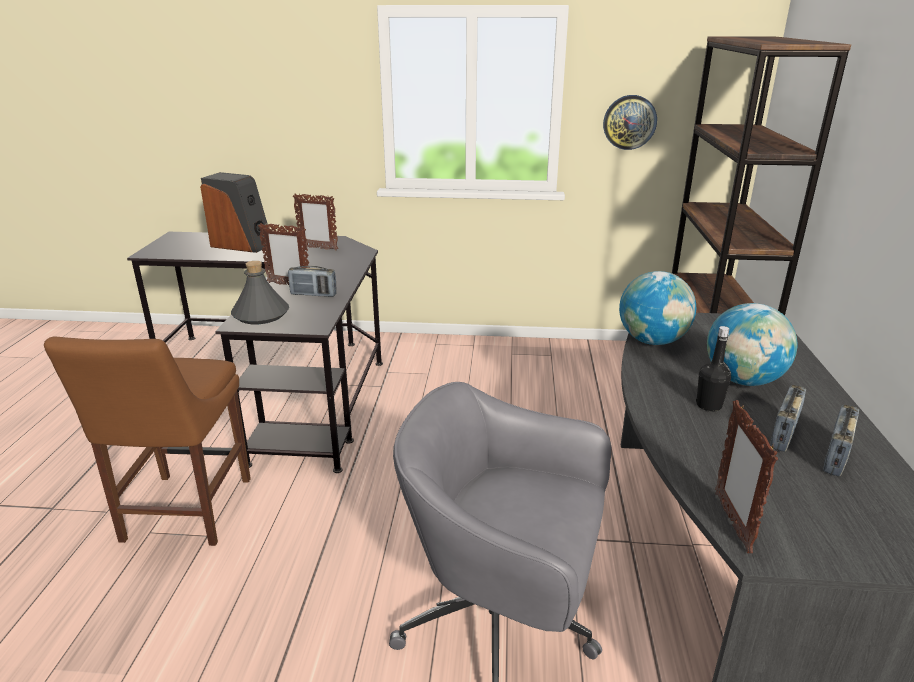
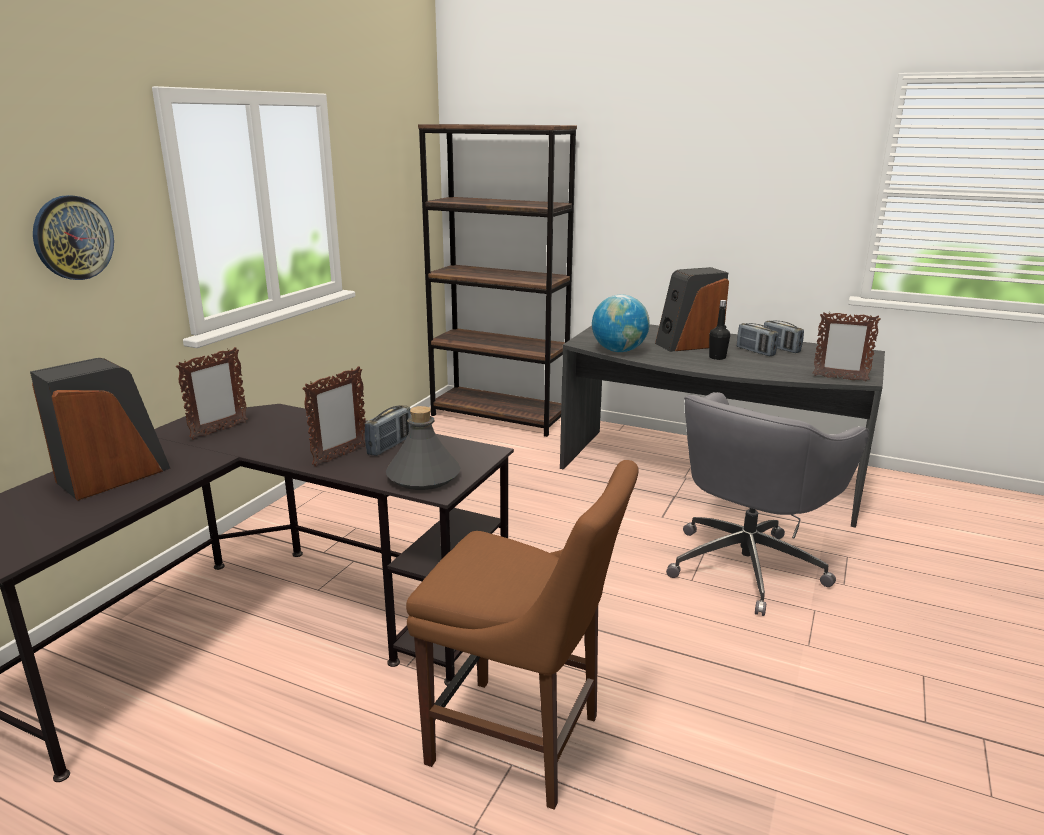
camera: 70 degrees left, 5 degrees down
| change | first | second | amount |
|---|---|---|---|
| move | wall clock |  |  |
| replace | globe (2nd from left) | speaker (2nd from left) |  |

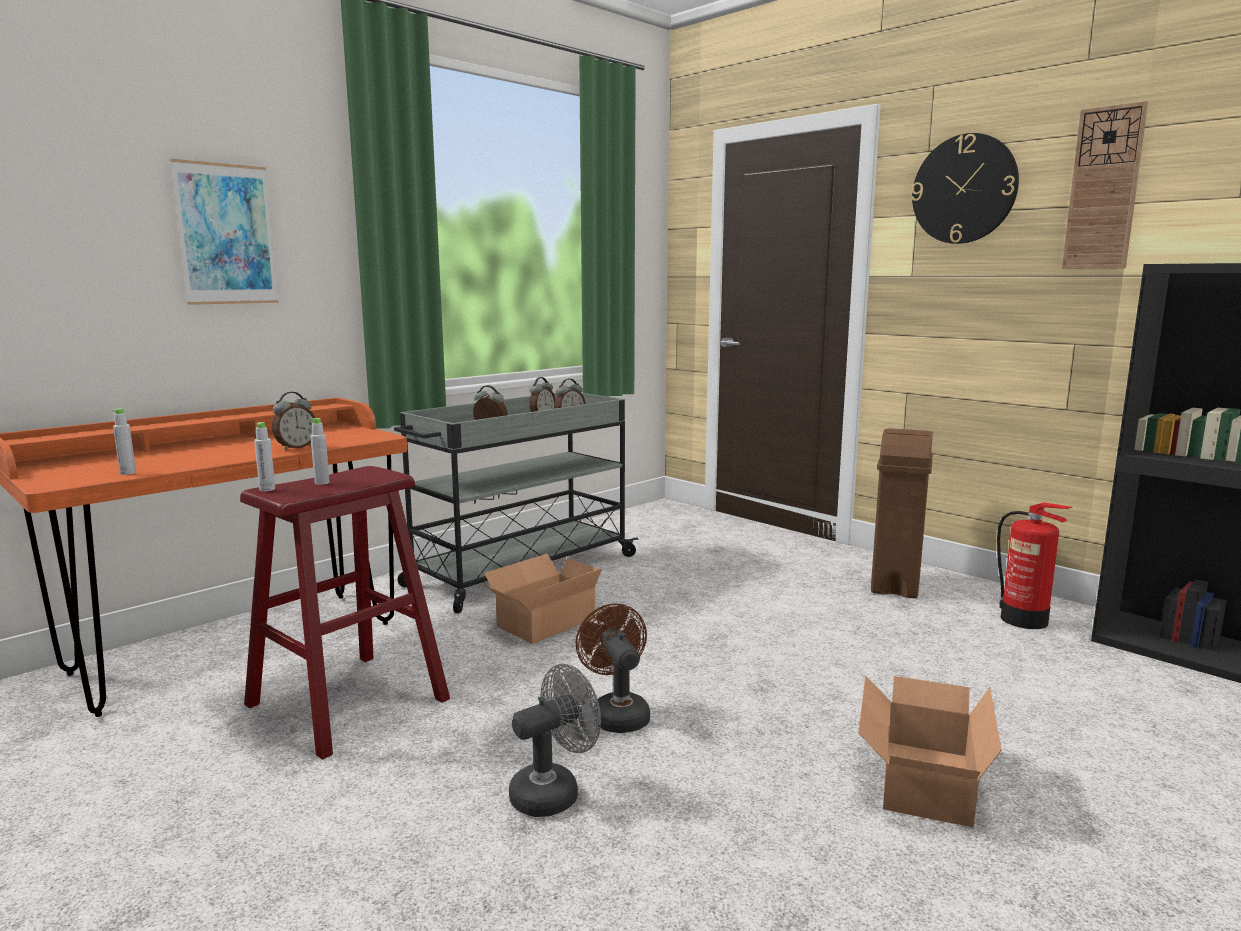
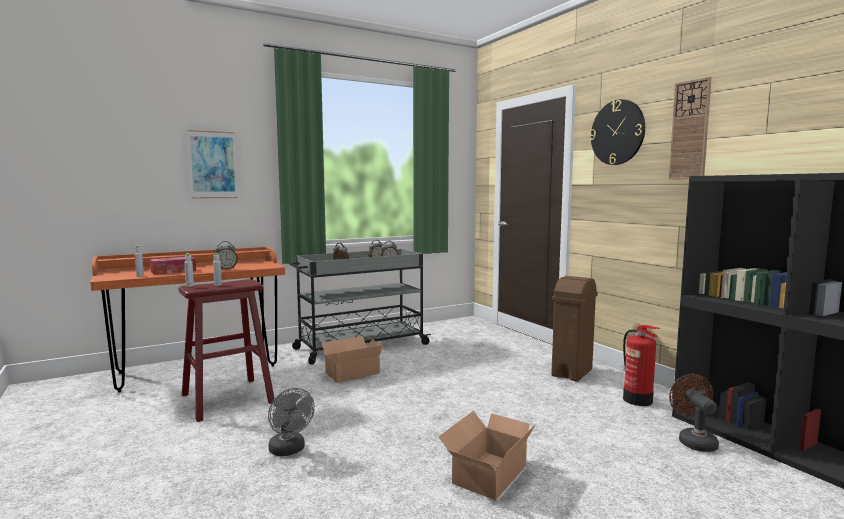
camera: 15 degrees right, 5 degrees down
| change | first | second | amount |
|---|---|---|---|
| move | brown electric fan |  |  |
| rotate | gray electric fan |  | 75 degrees clockwise |
| insert |  | tissue holder |  |

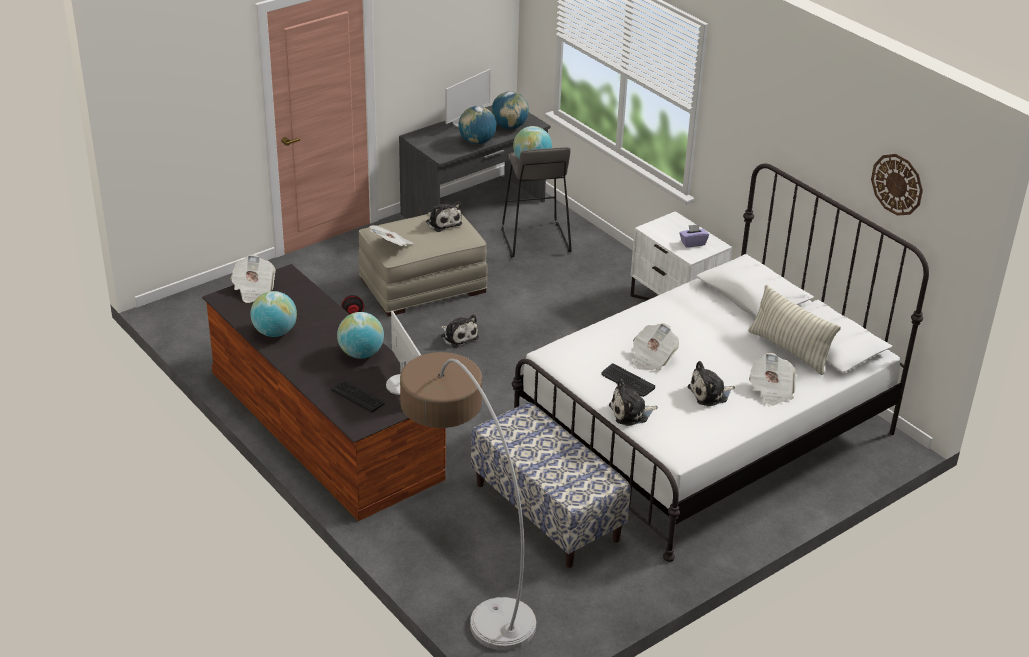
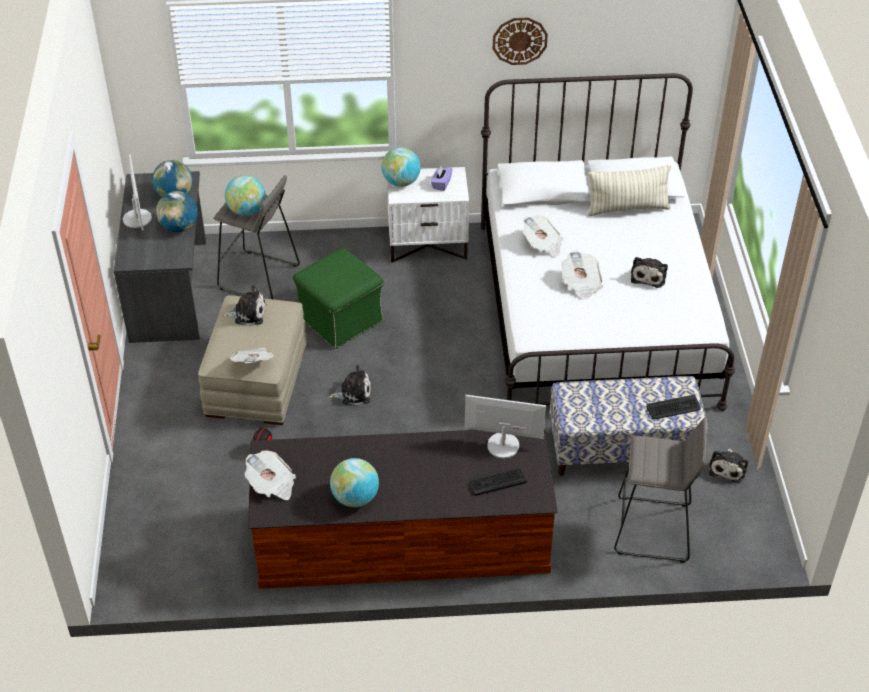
camera: 55 degrees left, 10 degrees up
| change | first | second | amount |
|---|---|---|---|
| move | wall clock |  |  |
| move | globe (2nd from left in the first image) | globe (5th from left) |  |
| replace | standing lamp | gray stool (2nd from left) |  |
| move | newspaper (4th from left in the first image) | newspaper (3rd from left) |  |
| move | keyboard (2nd from left) |  |  |
| move | cuddly toy (3rd from left in the first image) | cuddly toy (4th from left) |  |
| insert |  | green pouffe |  |

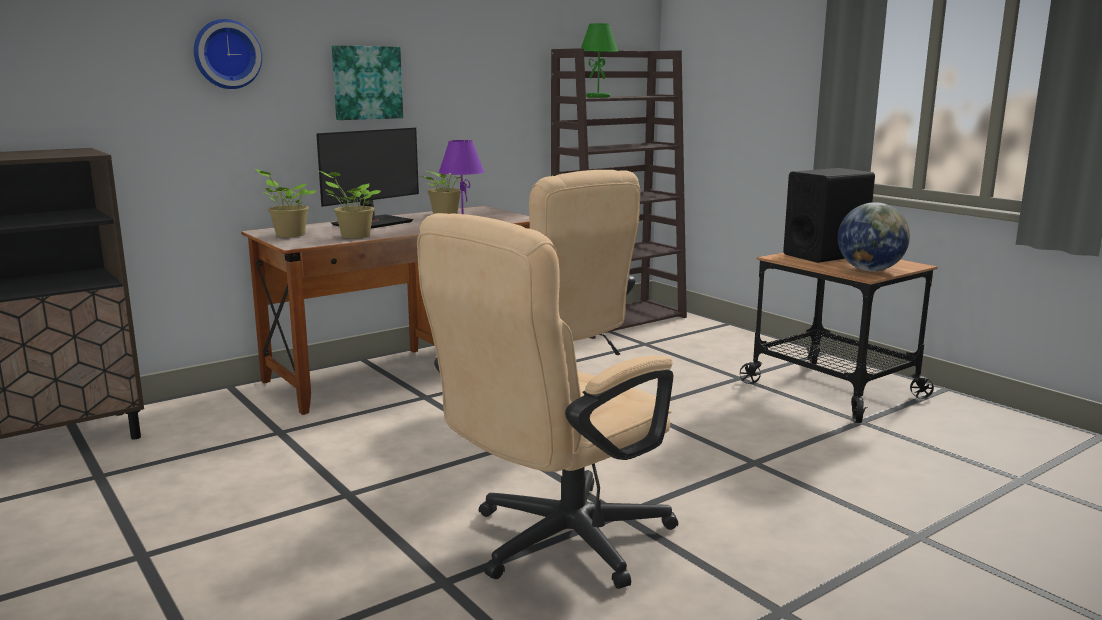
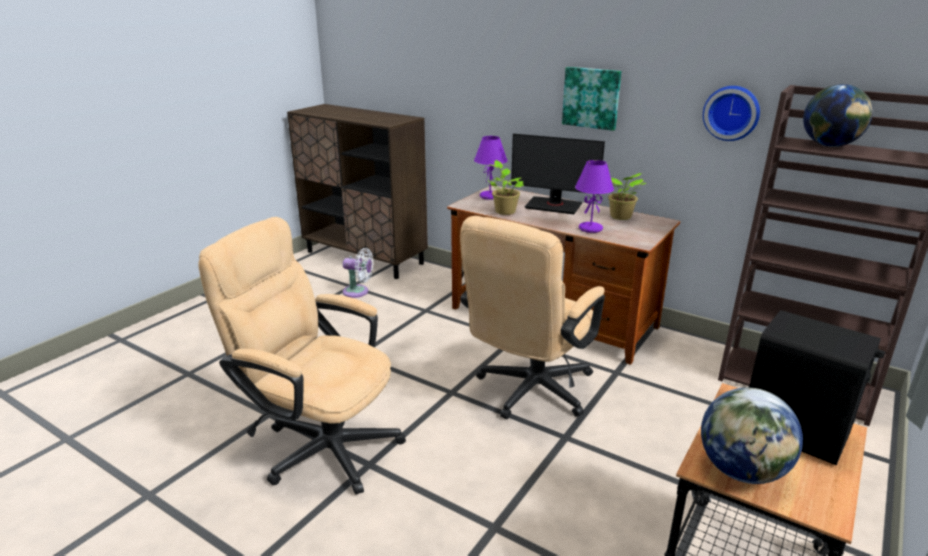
camera: 70 degrees right, 10 degrees up
| change | first | second | amount |
|---|---|---|---|
| move | wall clock |  |  |
| replace | green tabletop lamp | globe (2nd from left) |  |
| replace | potted plant (1st from left) | purple-coloured tabletop lamp (1st from left) |  |
| insert |  | white electric fan |  |

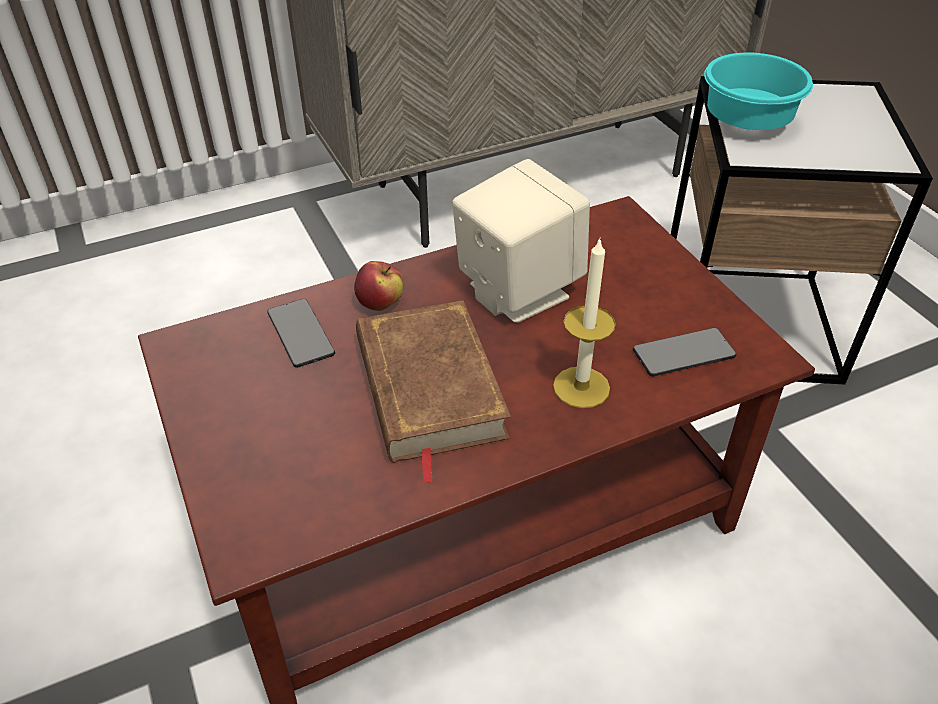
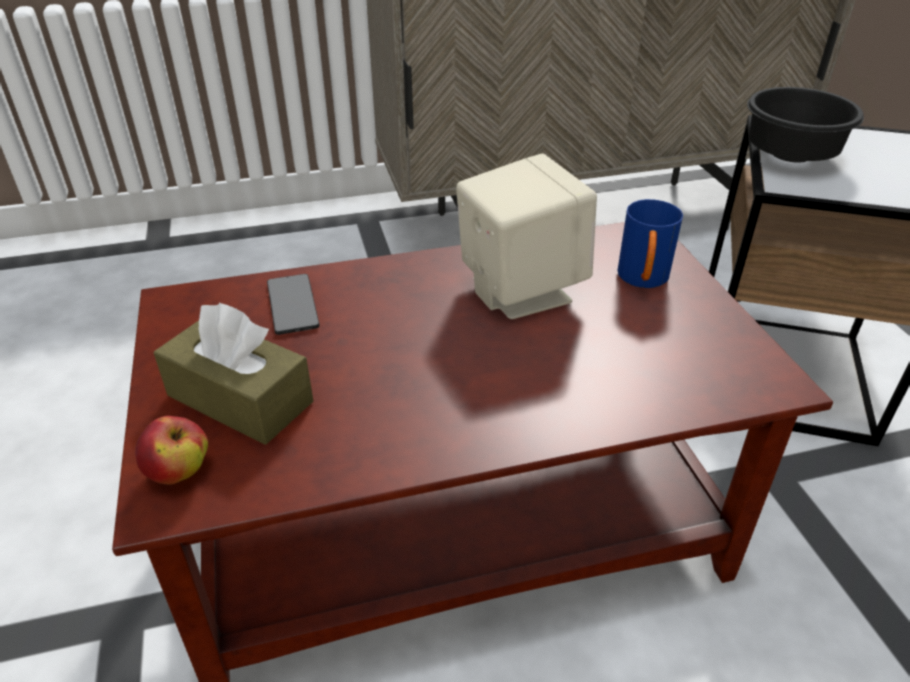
camera: 10 degrees right, 5 degrees down
| change | first | second | amount |
|---|---|---|---|
| recolor | turquoise bowl | black-coloured bowl |  |
| delete | candle |  |  |
| move | whole apple |  |  |
| delete | brown book |  |  |
| delete | phone (2nd from left) |  |  |
| insert |  | bluish mug |  |
| insert |  | brown tissue holder |  |

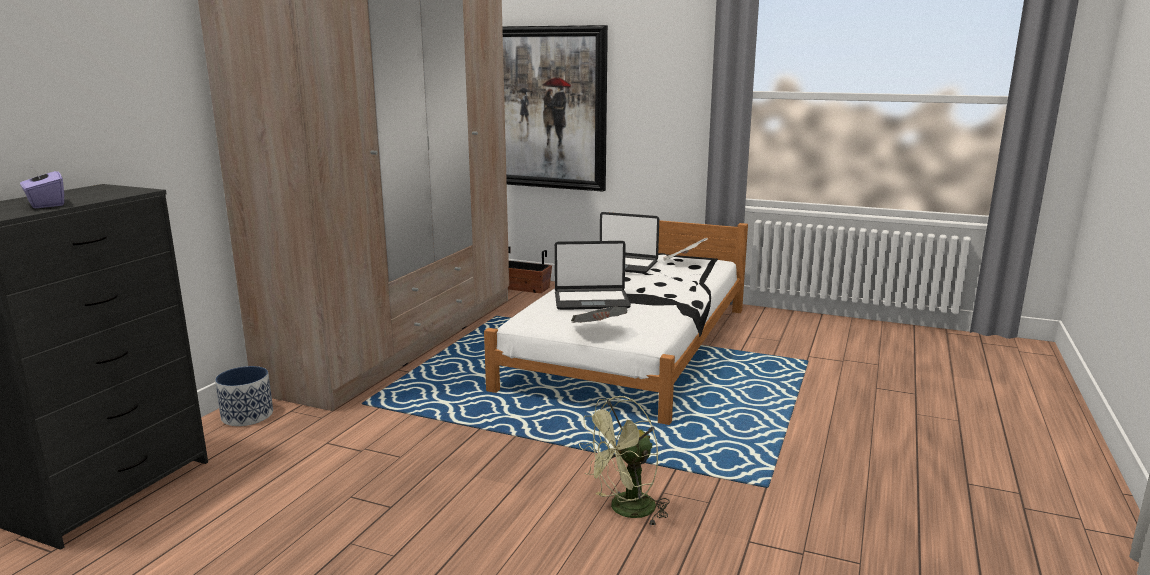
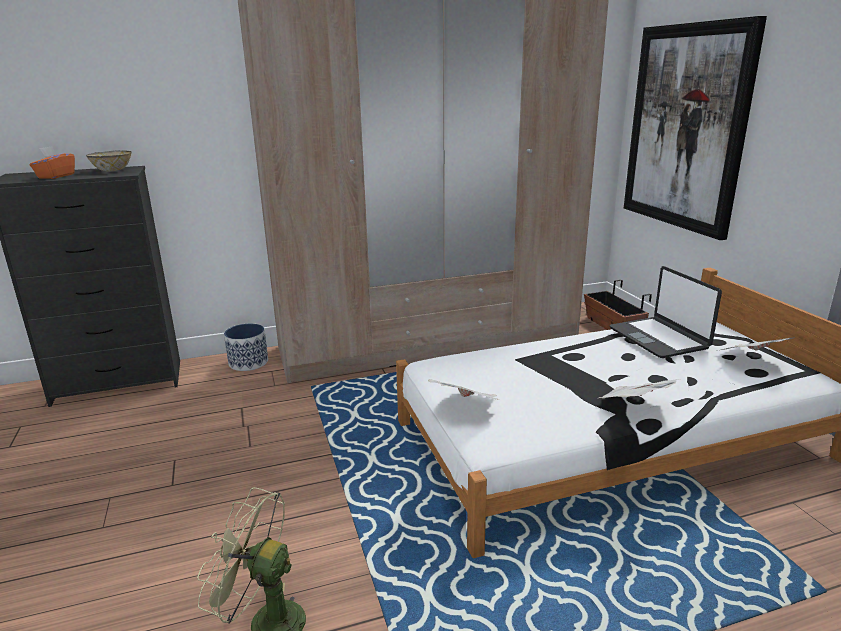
camera: 50 degrees right, 5 degrees up
| change | first | second | amount |
|---|---|---|---|
| recolor | purple-coloured tissue holder | orange-coloured tissue holder |  |
| delete | laptop (1st from left) |  |  |
| insert |  | bowl |  |
| insert |  | newspaper (2nd from left) |  |

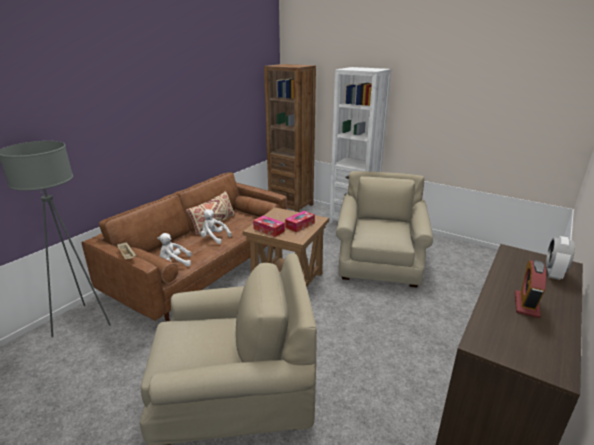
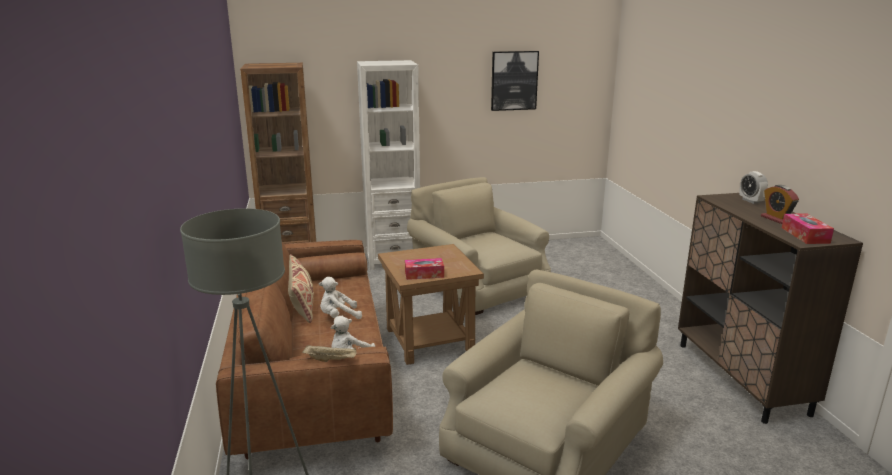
camera: 45 degrees left, 5 degrees down
| change | first | second | amount |
|---|---|---|---|
| move | tissue holder (2nd from left) |  |  |
| insert |  | picture |  |

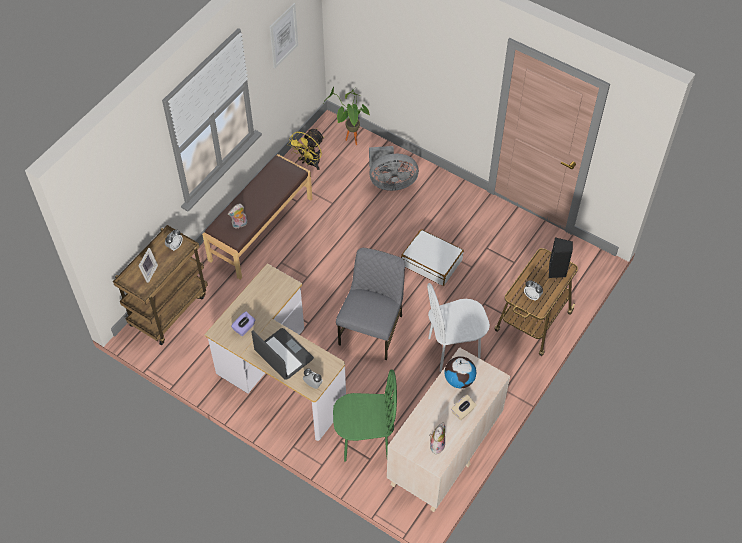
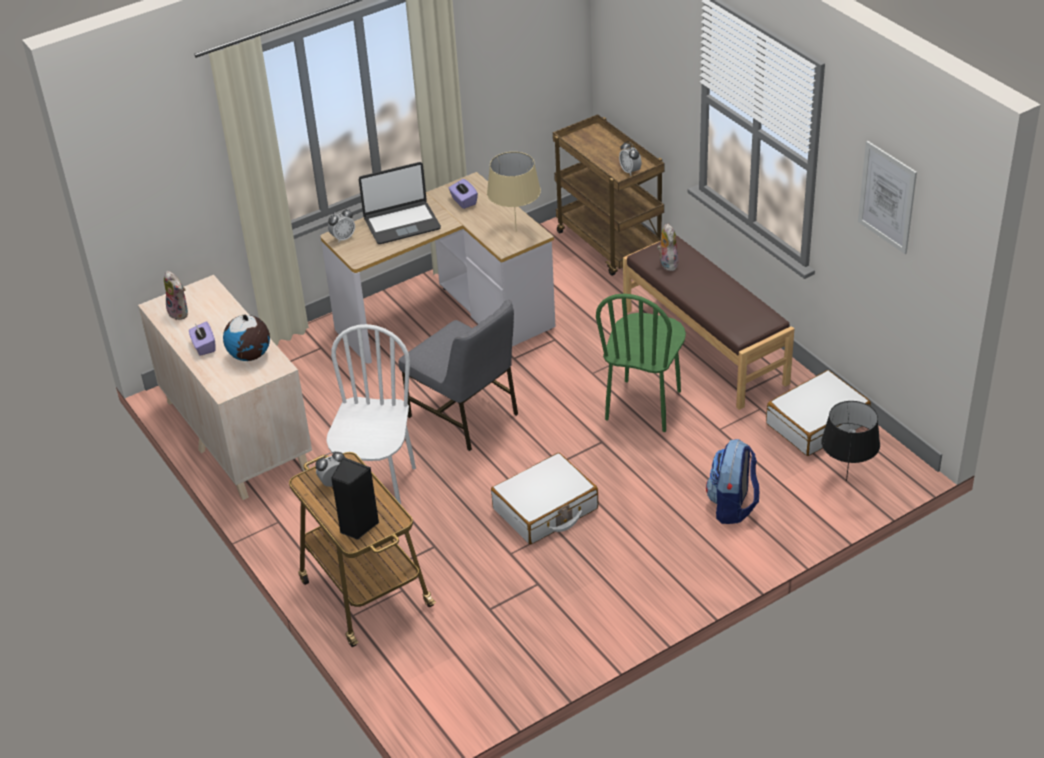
camera: 115 degrees right, 15 degrees down
| change | first | second | amount |
|---|---|---|---|
| replace | potted plant | black-coloured tabletop lamp |  |
| replace | yellow-coloured electric fan | white suitcase (2nd from left) |  |
| replace | gray electric fan | knapsack |  |
| delete | picture frame |  |  |
| move | green chair |  |  |
| recolor | sand-coloured tissue holder | purple-coloured tissue holder (1st from left) |  |
| insert |  | sand-coloured tabletop lamp |  |

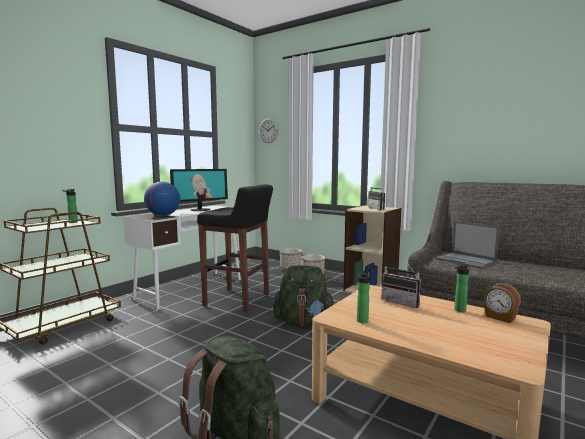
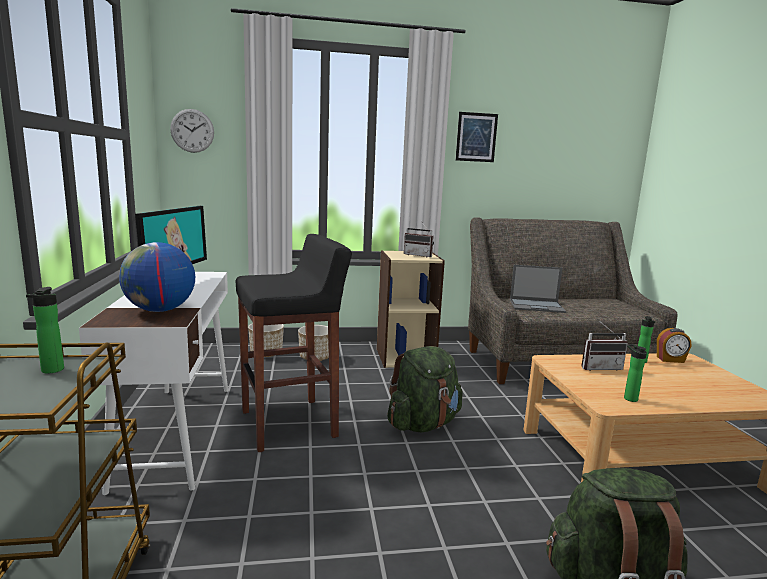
camera: 45 degrees left, 5 degrees up
| change | first | second | amount |
|---|---|---|---|
| insert |  | picture |  |

